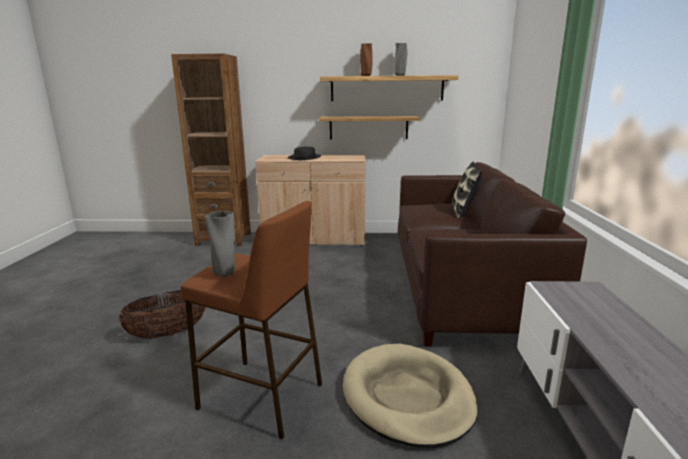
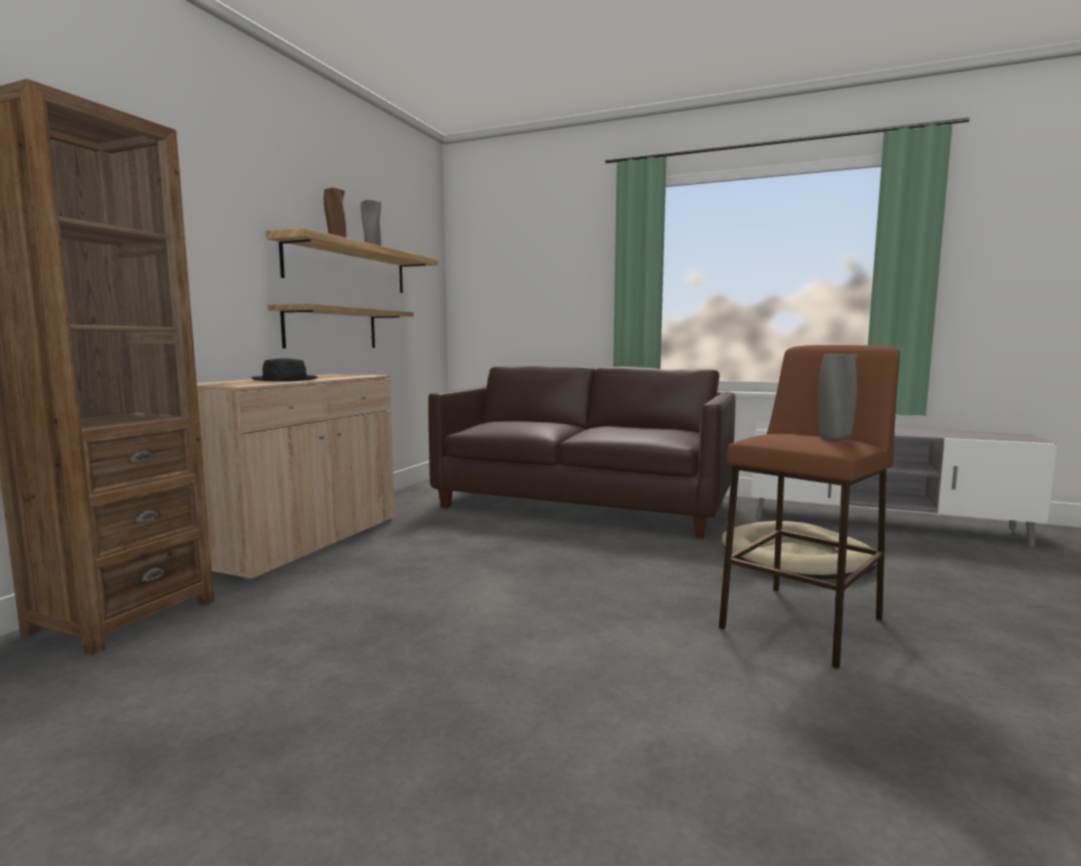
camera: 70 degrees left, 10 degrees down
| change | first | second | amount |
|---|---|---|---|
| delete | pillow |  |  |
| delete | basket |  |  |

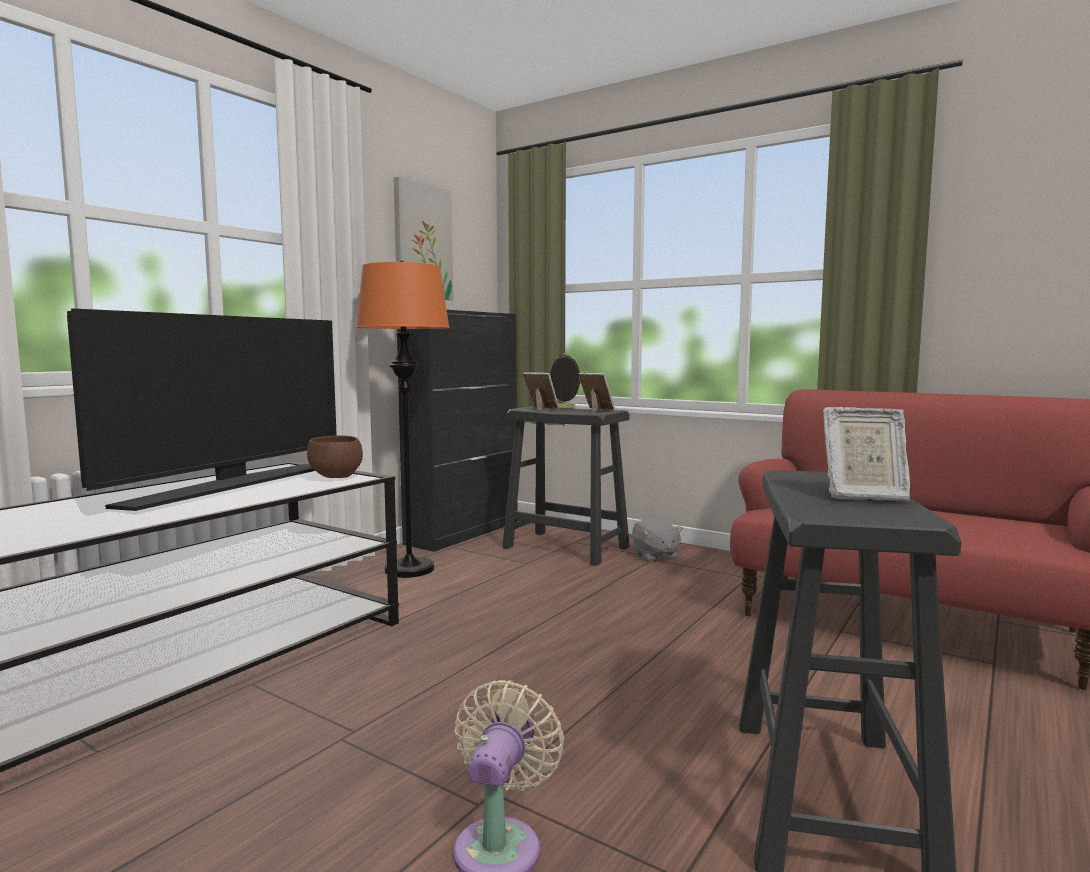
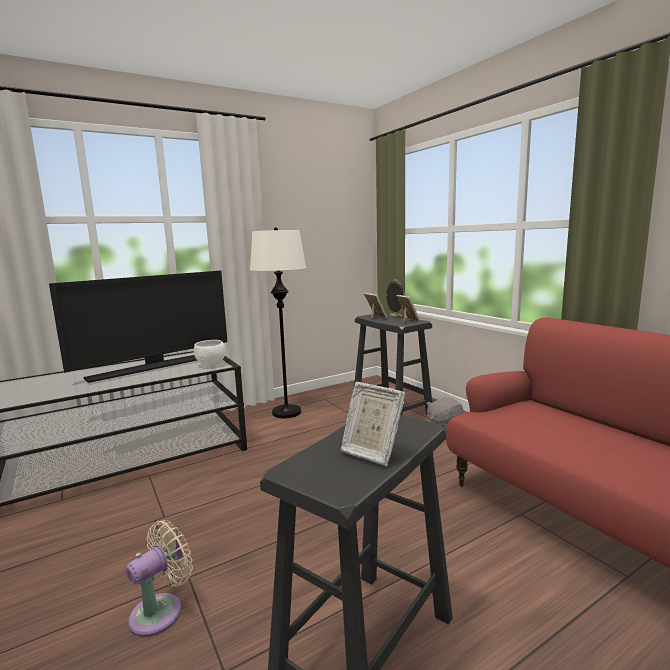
camera: 25 degrees right, 5 degrees up
| change | first | second | amount |
|---|---|---|---|
| delete | picture |  |  |
| recolor | orange-coloured standing lamp | white standing lamp |  |
| delete | black-coloured cupboard |  |  |
| recolor | brown bowl | white bowl |  |
| rotate | gray cuddly toy |  | 45 degrees clockwise |

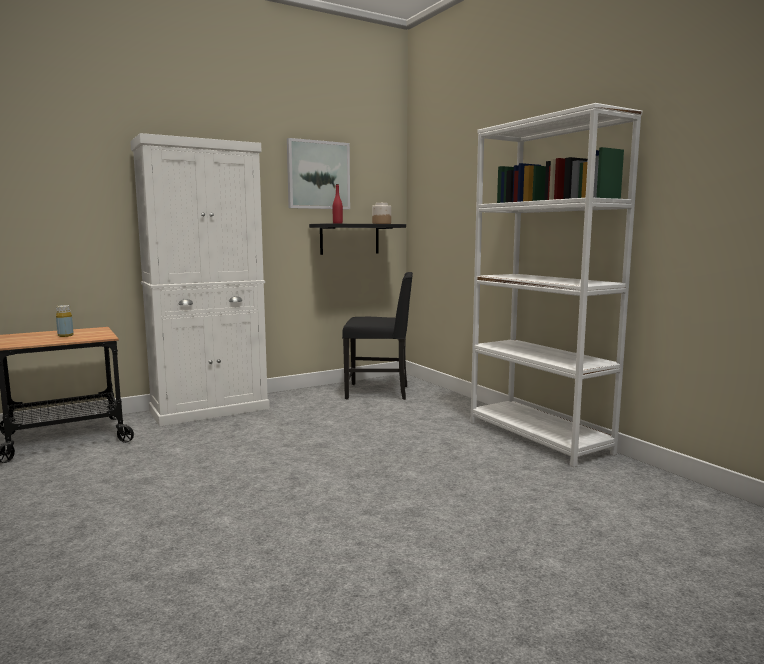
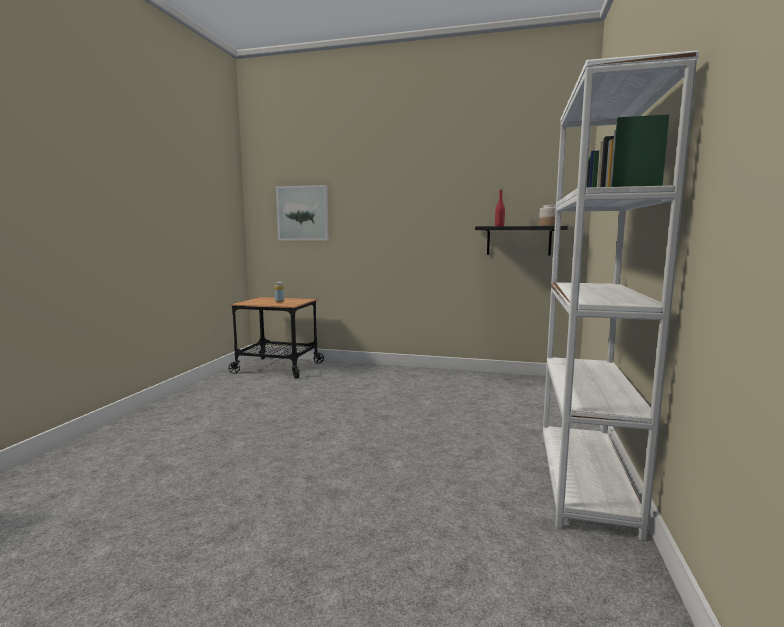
camera: 45 degrees right, 0 degrees up
| change | first | second | amount |
|---|---|---|---|
| delete | white cupboard |  |  |
| move | picture |  |  |
| delete | black-coloured chair |  |  |

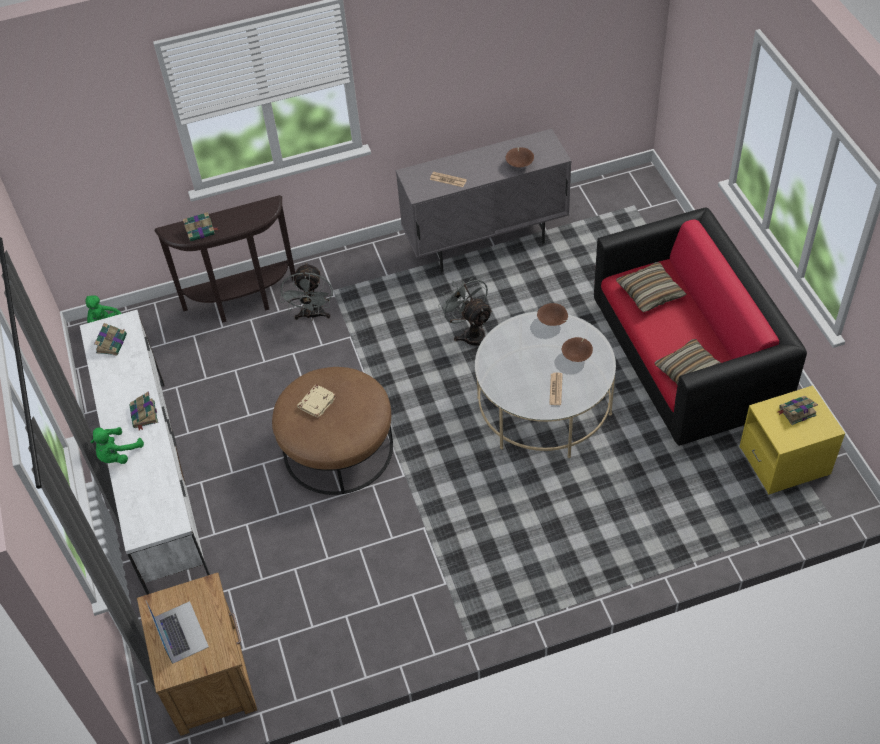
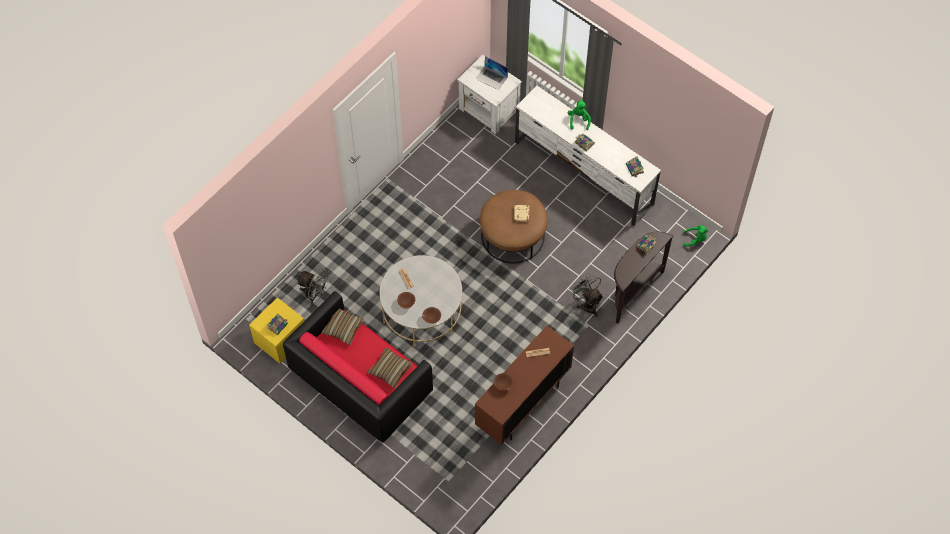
camera: 145 degrees right, 10 degrees up
| change | first | second | amount |
|---|---|---|---|
| recolor | gray cupboard | brown cupboard |  |
| move | gray electric fan (2nd from left in the first image) | gray electric fan (1st from left) |  |
| recolor | brown bedside table | white bedside table |  |

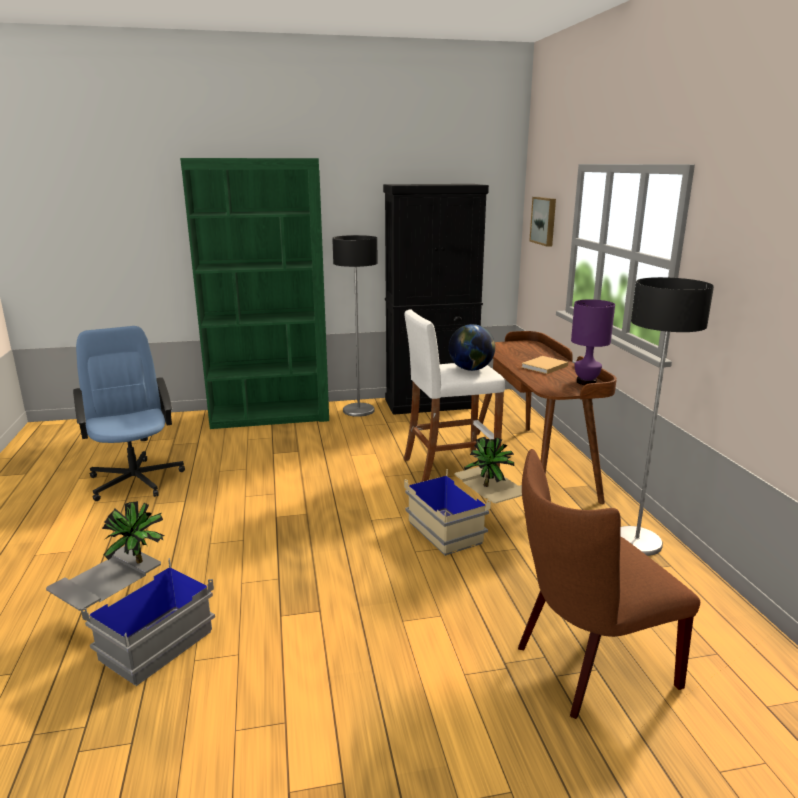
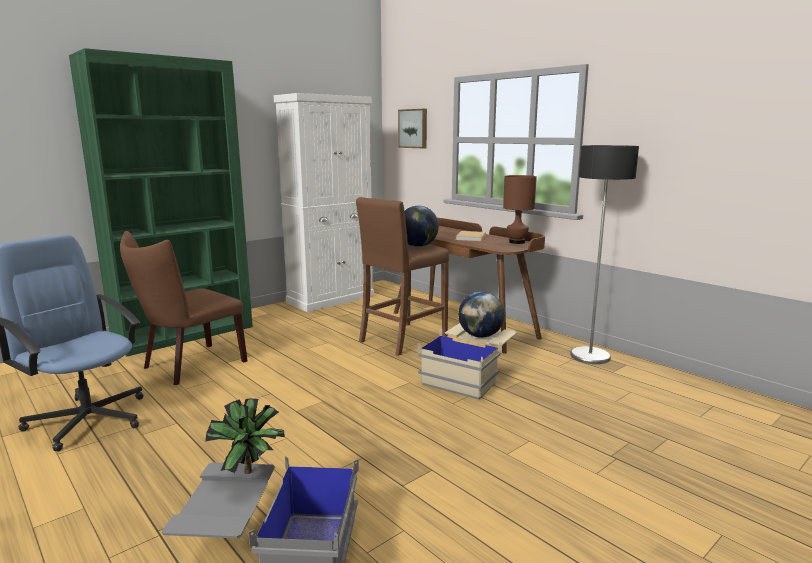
camera: 30 degrees left, 5 degrees down
| change | first | second | amount |
|---|---|---|---|
| recolor | black-coloured cupboard | white cupboard |  |
| delete | standing lamp (1st from left) |  |  |
| recolor | purple-coloured tabletop lamp | brown tabletop lamp |  |
| recolor | white stool | brown stool |  |
| replace | potted plant (2nd from left) | globe (2nd from left) |  |
| move | brown chair |  |  |

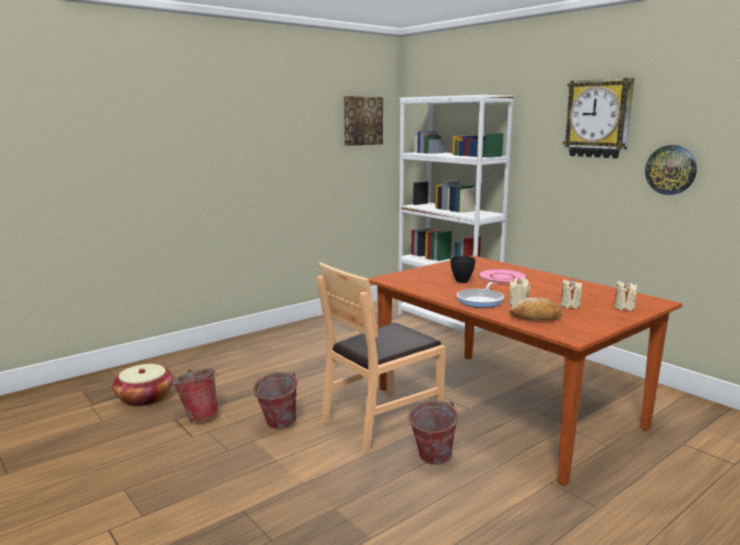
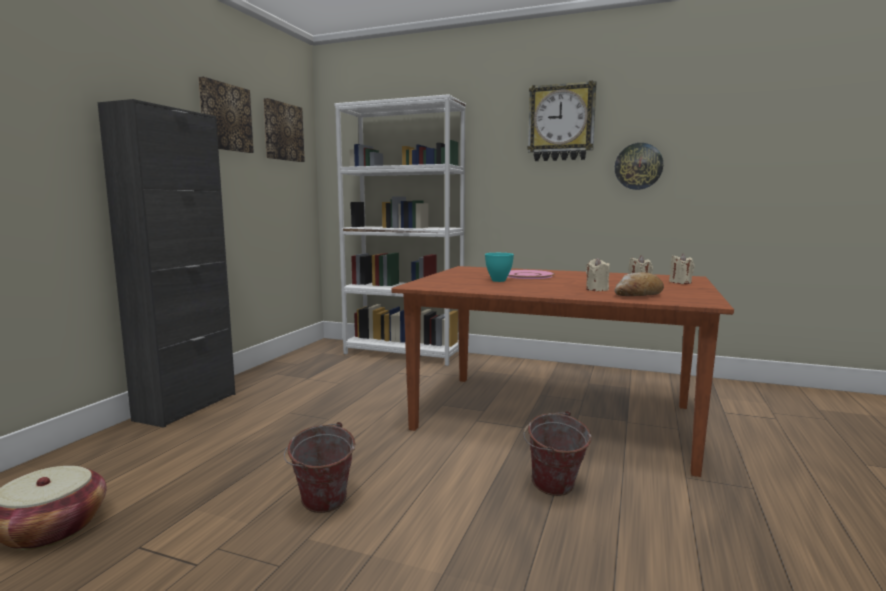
camera: 30 degrees left, 5 degrees down
| change | first | second | amount |
|---|---|---|---|
| recolor | black-coloured bowl | turquoise bowl |  |
| delete | brown chair |  |  |
| delete | skillet |  |  |
| delete | bucket (1st from left) |  |  |
| insert |  | picture (1st from left) |  |
| insert |  | black-coloured cupboard |  |

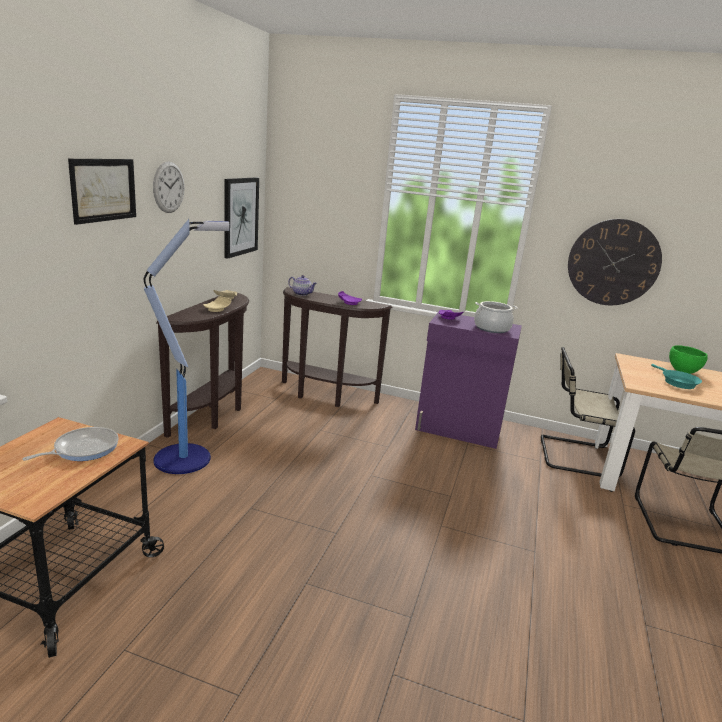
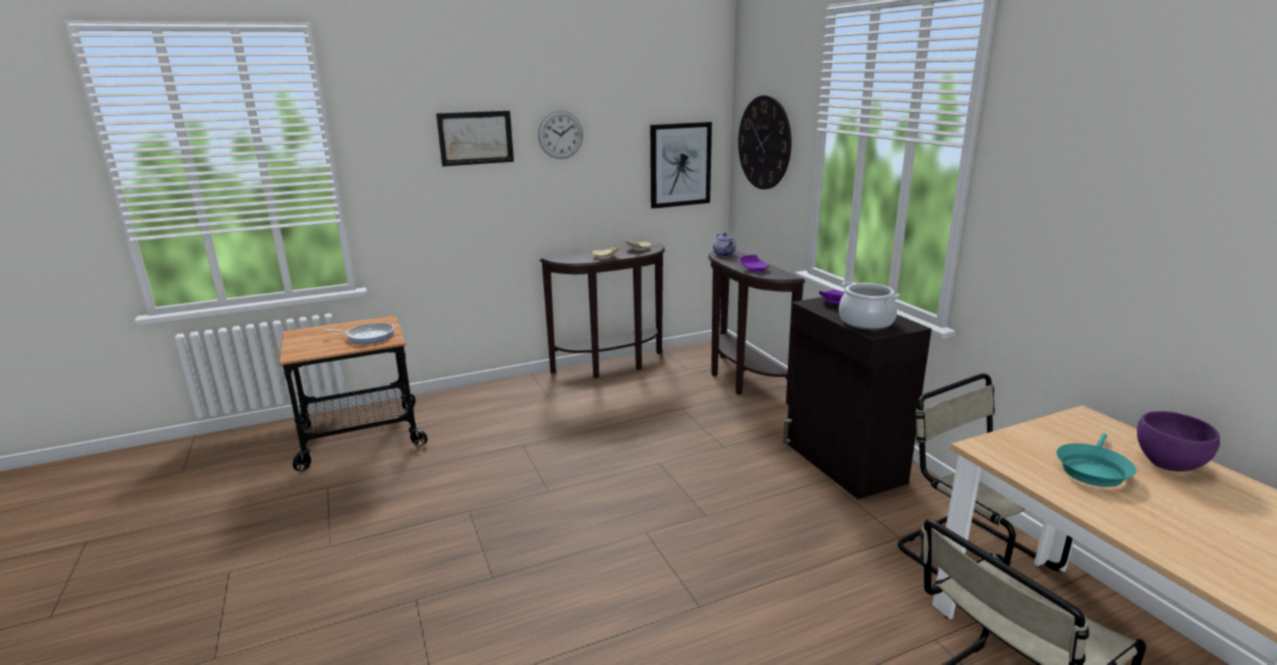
camera: 50 degrees right, 0 degrees up
| change | first | second | amount |
|---|---|---|---|
| delete | standing lamp |  |  |
| move | wall clock (2nd from left) |  |  |
| recolor | purple-coloured cupboard | black-coloured cupboard |  |
| recolor | green bowl | purple-coloured bowl |  |

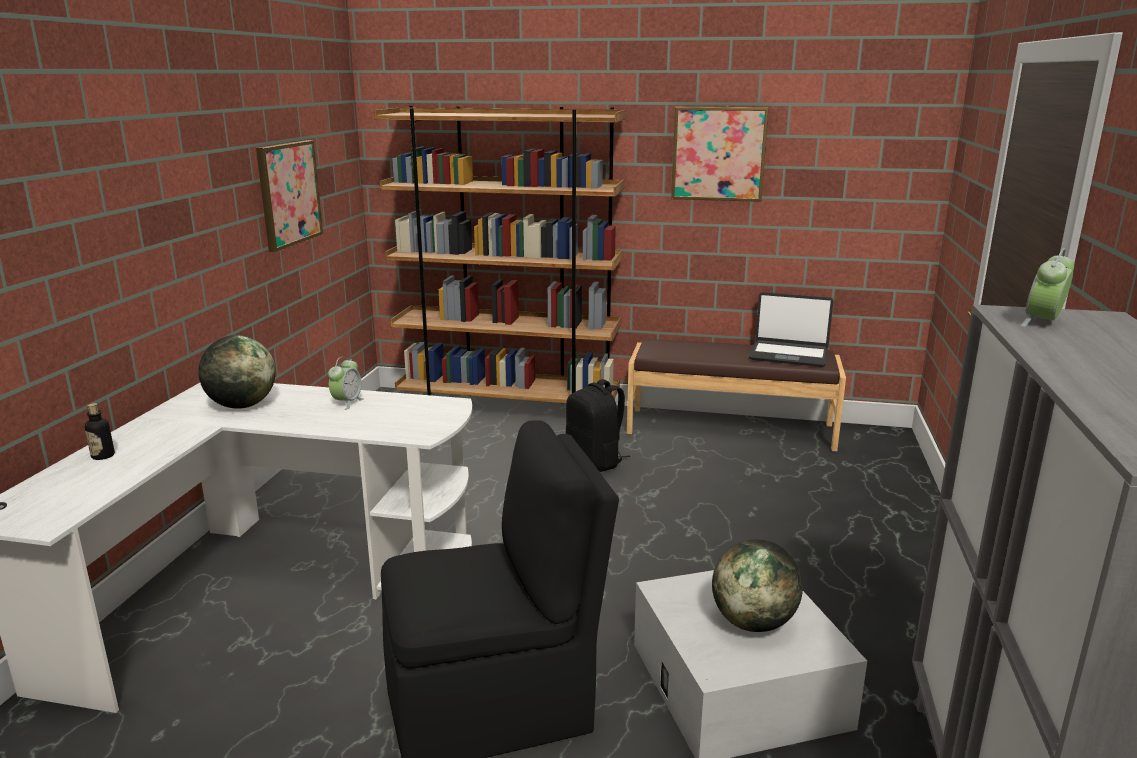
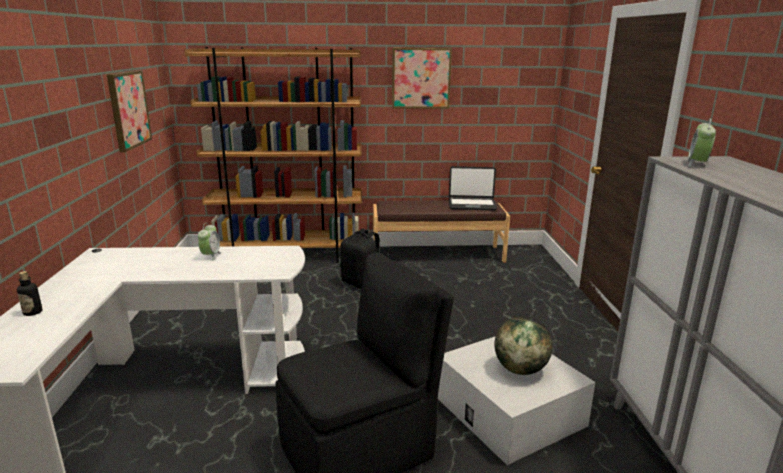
camera: 15 degrees left, 0 degrees up
| change | first | second | amount |
|---|---|---|---|
| delete | globe (1st from left) |  |  |

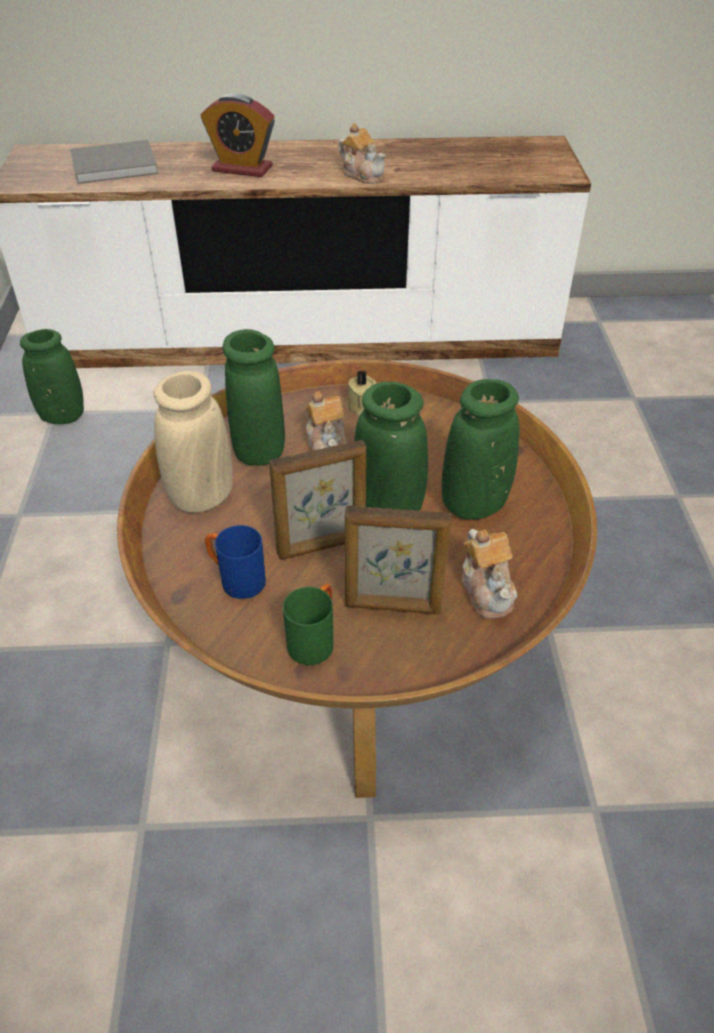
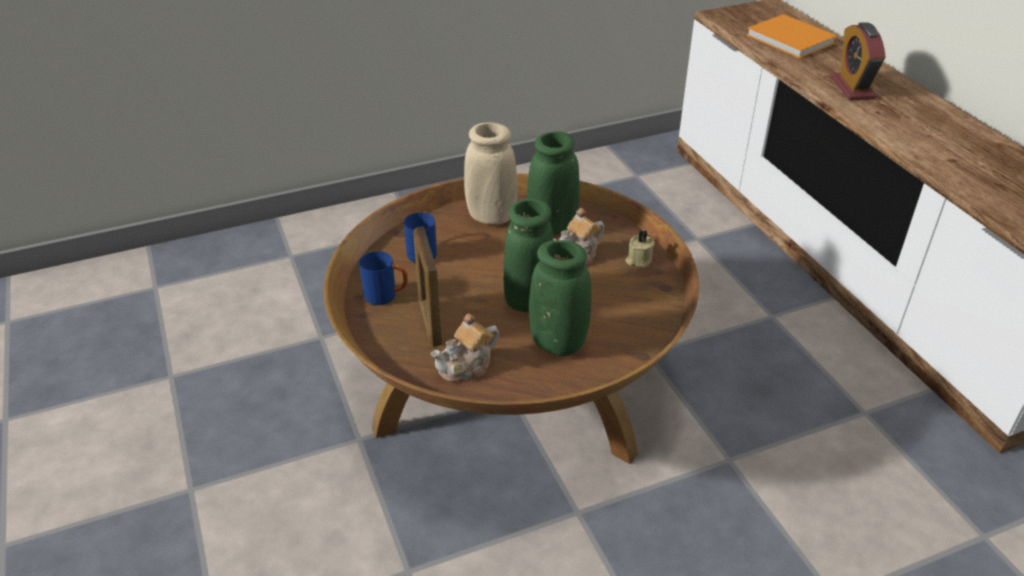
camera: 70 degrees right, 5 degrees down
| change | first | second | amount |
|---|---|---|---|
| delete | teapot (2nd from left) |  |  |
| recolor | gray book | orange-coloured book |  |
| delete | green decorative vase (1st from left) |  |  |
| delete | picture frame (1st from left) |  |  |
| recolor | green mug | bluish mug (1st from left) |  |

